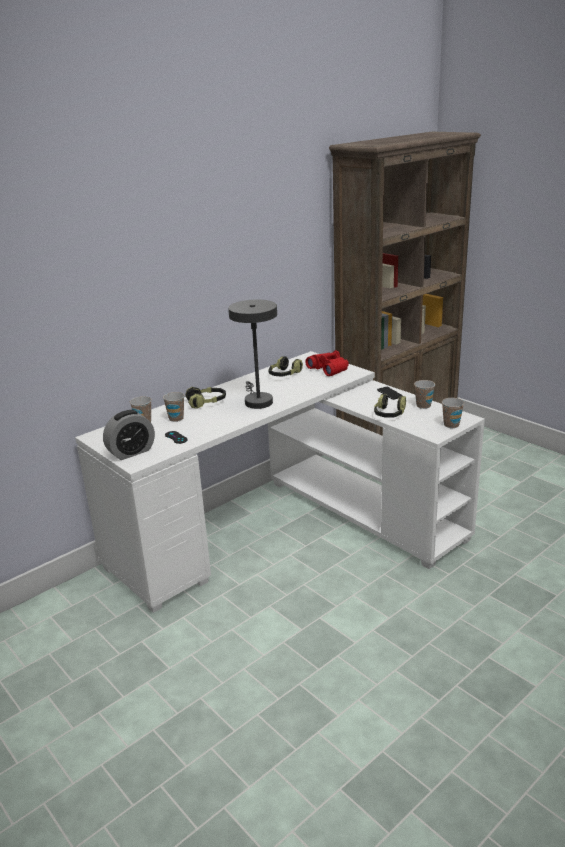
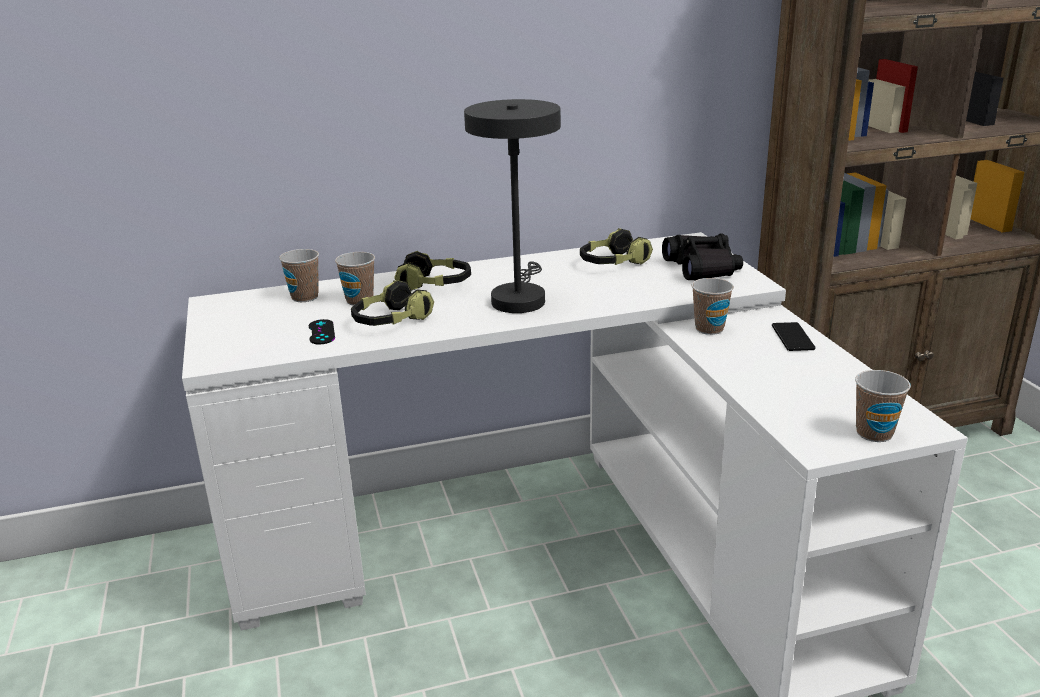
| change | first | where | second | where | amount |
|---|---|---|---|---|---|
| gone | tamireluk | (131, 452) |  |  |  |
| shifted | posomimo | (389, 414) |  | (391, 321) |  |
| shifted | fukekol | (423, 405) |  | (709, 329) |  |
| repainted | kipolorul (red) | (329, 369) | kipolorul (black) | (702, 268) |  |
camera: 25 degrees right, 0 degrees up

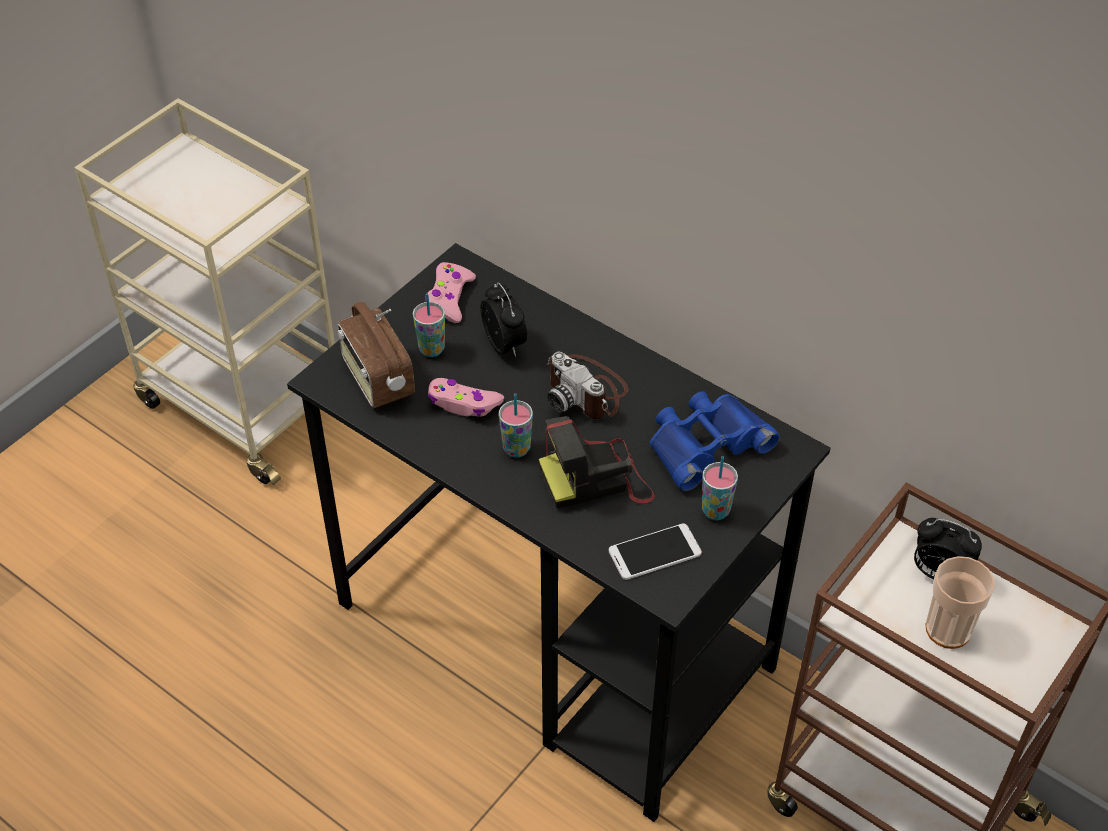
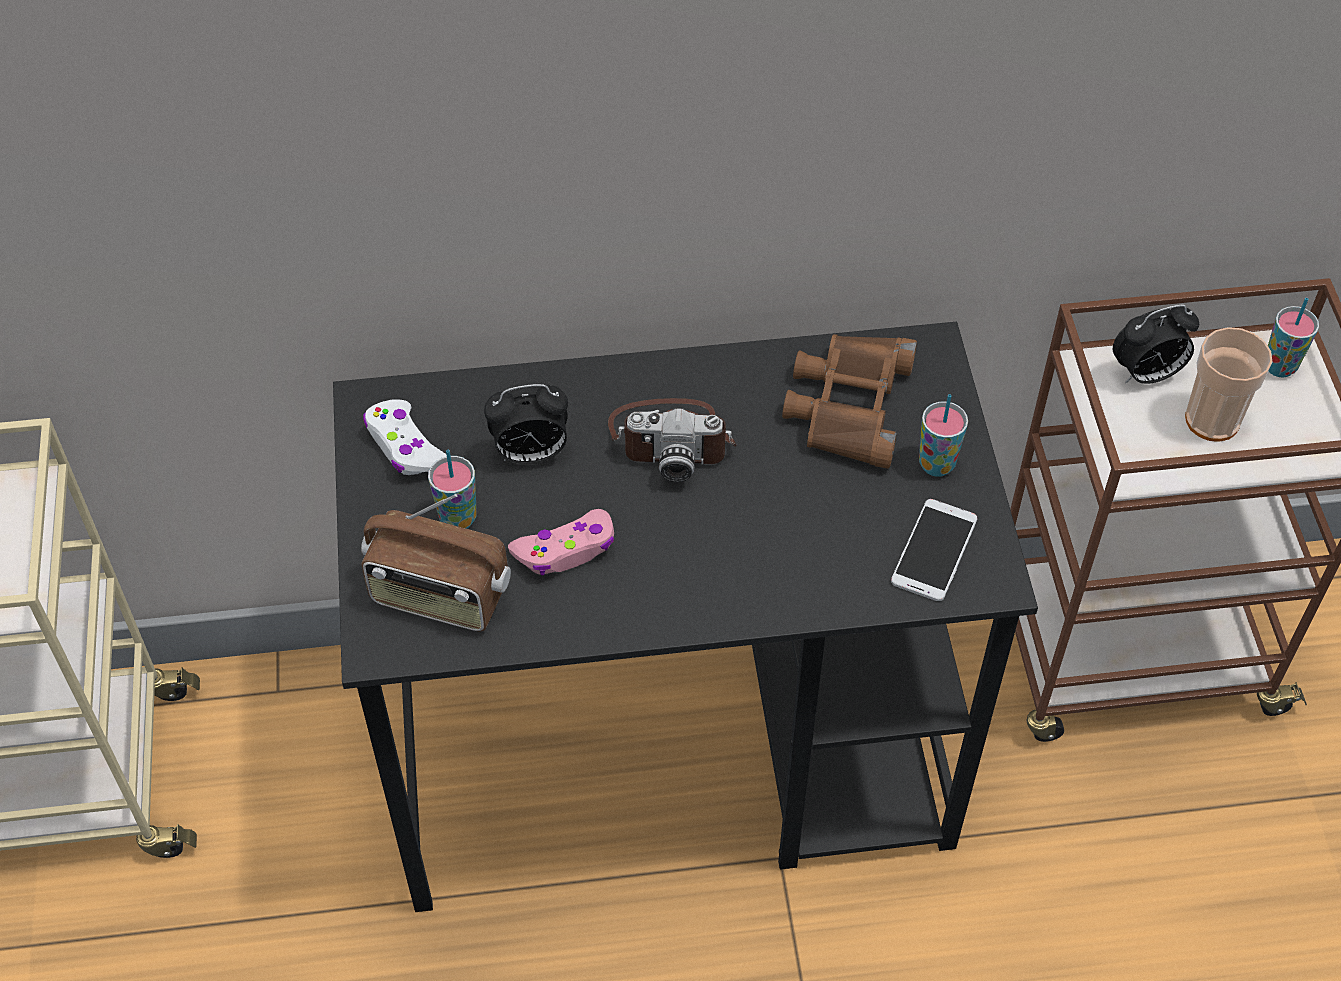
| change | first | where | second | where | amount |
|---|---|---|---|---|---|
| gone | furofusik | (597, 479) |  |  |  |
| shifted | fukekol | (516, 449) |  | (1279, 366) |  |
| repainted | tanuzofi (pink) | (449, 298) | tanuzofi (white) | (406, 447) |  |
| repainted | kipolorul (blue) | (705, 443) | kipolorul (brown) | (848, 404) |  |
| rotated | tamireluk | (505, 345) |  | (530, 454) | 150 degrees clockwise |
camera: 45 degrees left, 5 degrees up

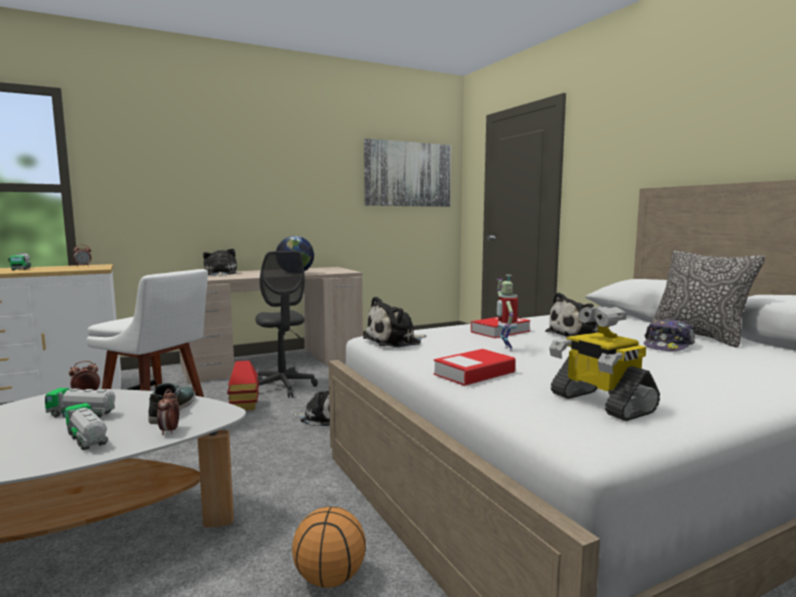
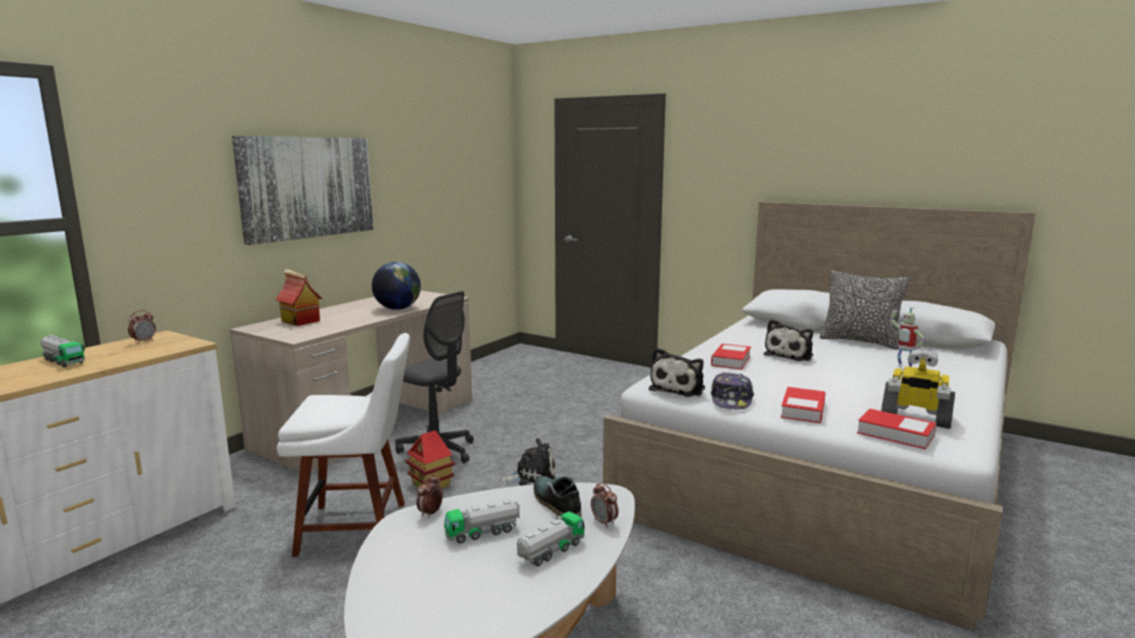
| change | first | where | second | where | amount |
|---|---|---|---|---|---|
| gone | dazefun | (329, 579) |  |  |  |
| new |  |  | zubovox | (895, 434) |  |
| shifted | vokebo | (408, 174) |  | (308, 187) |  |
| shifted | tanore | (505, 349) |  | (903, 367) |  |
| shifted | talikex | (668, 346) |  | (731, 400) |  |
| swapped | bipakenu | (220, 274) | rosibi | (299, 321) |  |
| rotated | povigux | (87, 439) |  | (551, 551) | 120 degrees clockwise |
camera: 30 degrees left, 5 degrees up

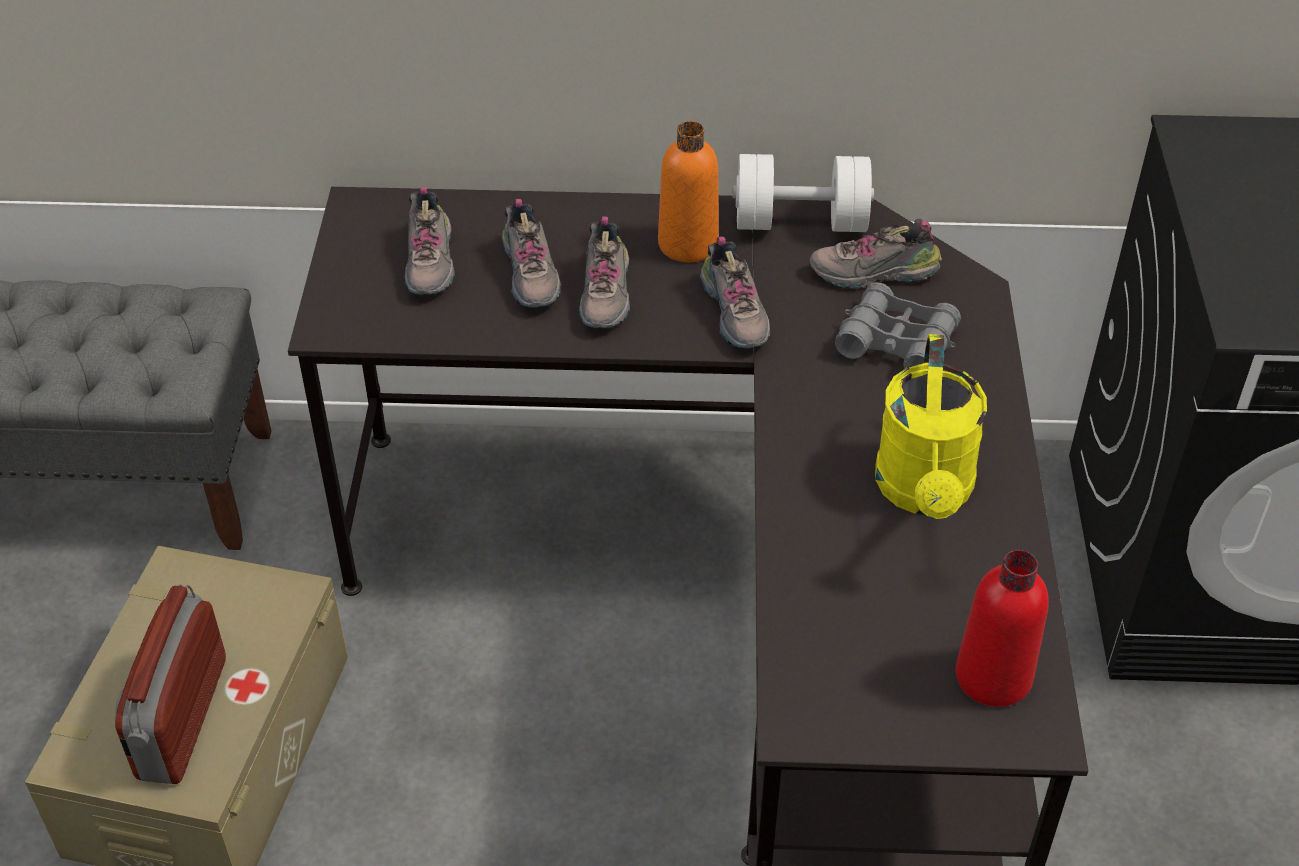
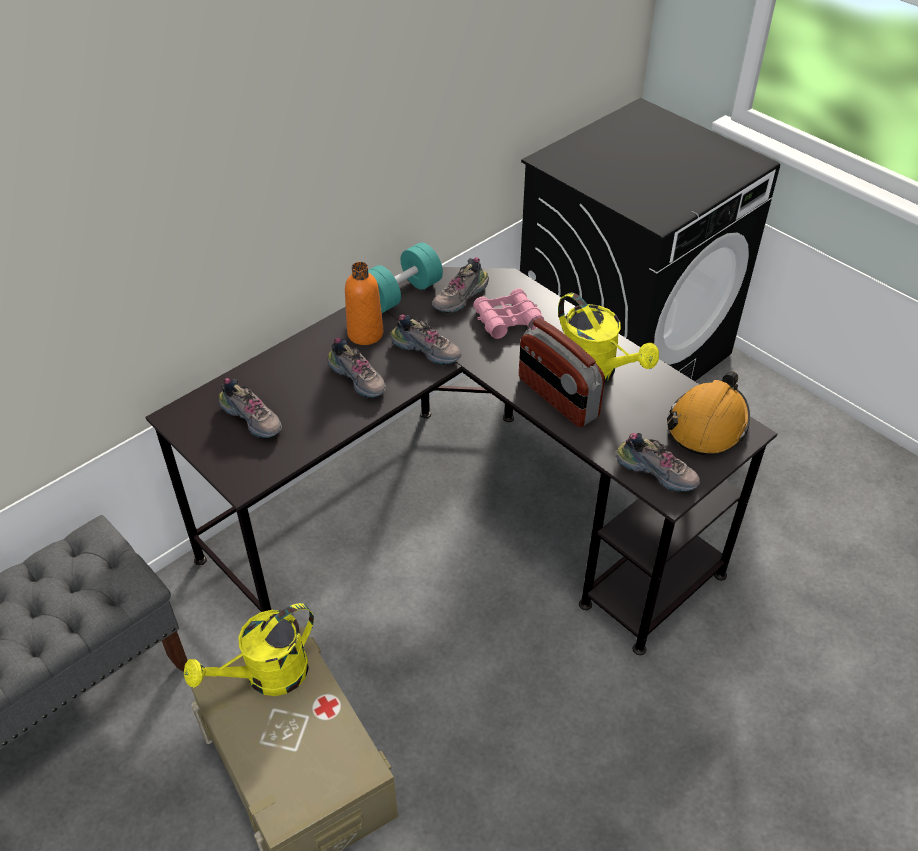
| change | first | where | second | where | amount |
|---|---|---|---|---|---|
| new |  |  | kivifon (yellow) | (267, 677) |  |
| shifted | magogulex | (181, 718) |  | (557, 398) |  |
| shifted | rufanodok | (532, 275) |  | (658, 472) |  |
| swapped | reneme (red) | (993, 677) | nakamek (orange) | (708, 424) |  |
| repainted | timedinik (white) | (800, 222) | timedinik (turquoise) | (401, 294) |  |
| repainted | kipolorul (grey) | (897, 342) | kipolorul (pink) | (507, 320) |  |
camera: 45 degrees left, 0 degrees up

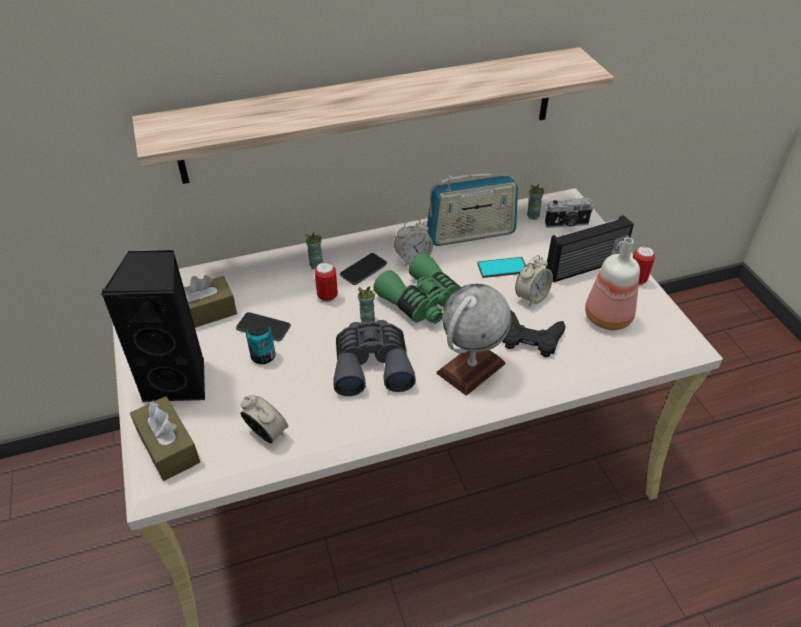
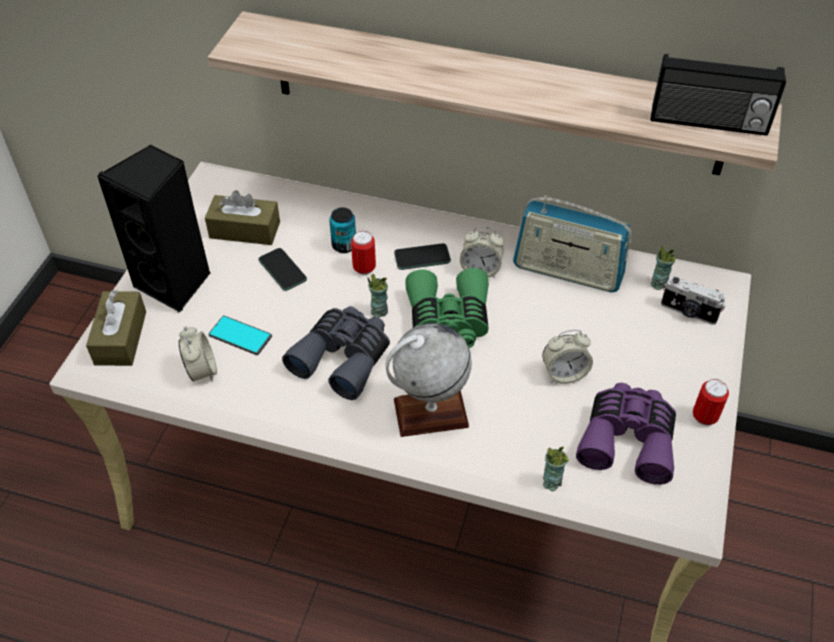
| change | first | where | second | where | amount |
|---|---|---|---|---|---|
| gone | tanuzofi (black) | (530, 338) |  |  |  |
| shifted | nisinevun | (263, 356) |  | (344, 245) |  |
| shifted | fukekol | (316, 264) |  | (551, 481) |  |
| shifted | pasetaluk | (502, 268) |  | (240, 336) |  |
| shifted | magogulex | (585, 267) |  | (708, 123) |  |
| swapped | reneme | (608, 316) | kipolorul (purple) | (628, 439) |  |
camera: 35 degrees right, 5 degrees up

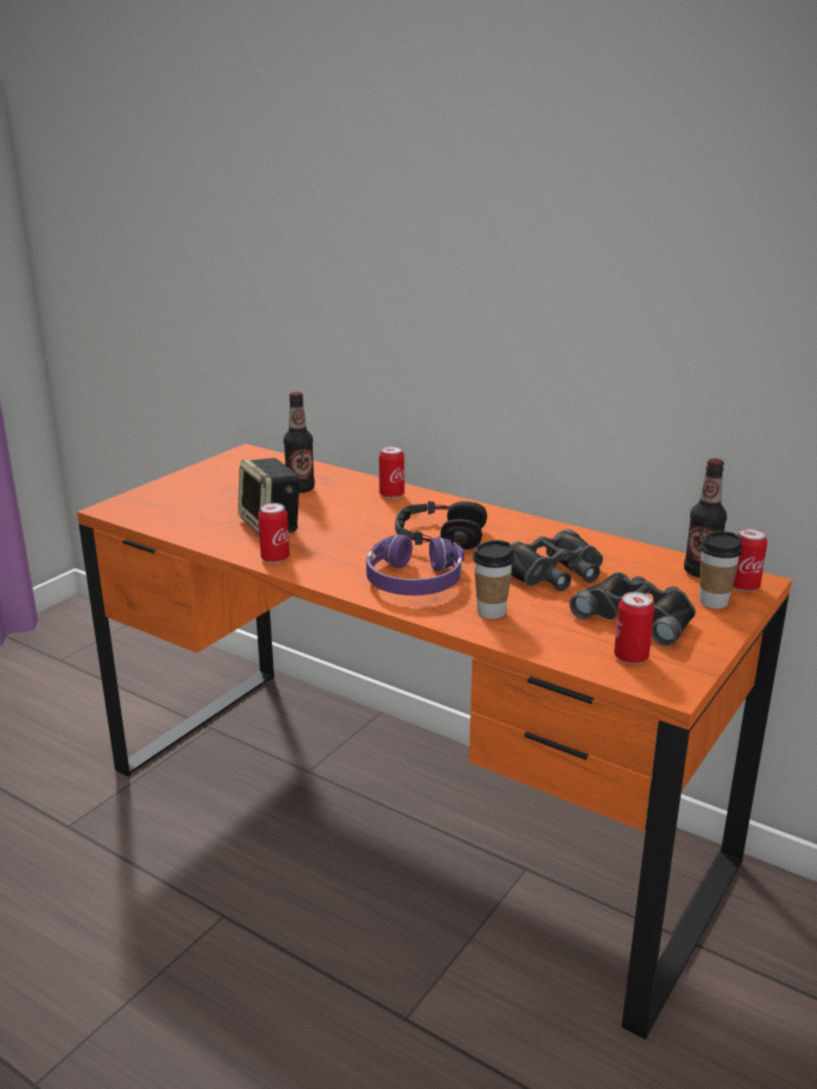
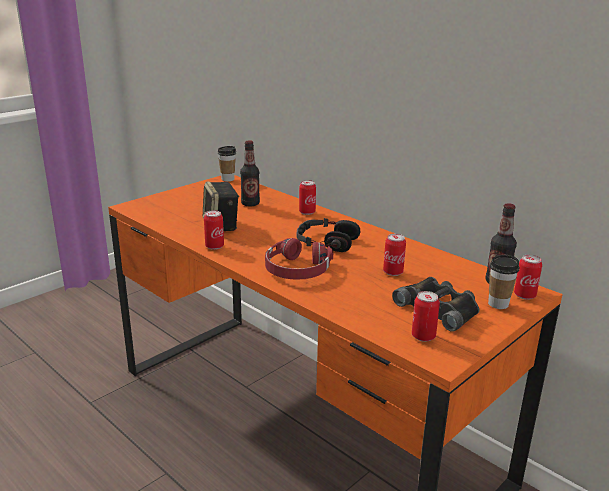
| change | first | where | second | where | amount |
|---|---|---|---|---|---|
| shifted | fukekol | (491, 612) |  | (227, 179) |  |
| swapped | kipolorul (black) | (553, 571) | nisinevun | (393, 272) |  |
| repainted | posomimo (purple) | (413, 581) | posomimo (red) | (296, 269) |  |
camera: 10 degrees right, 0 degrees up

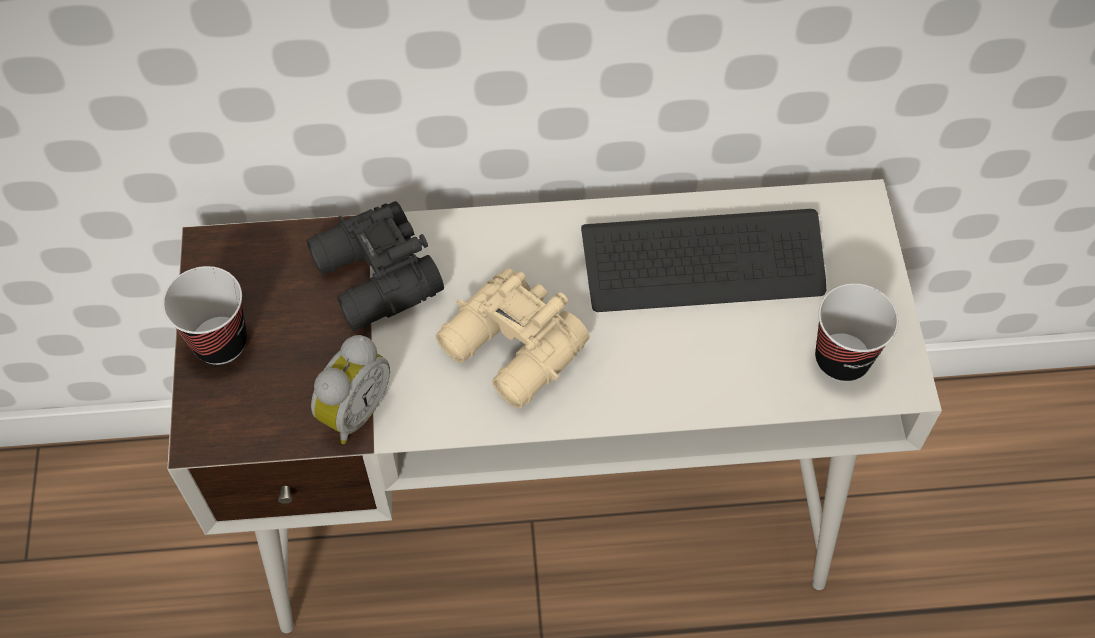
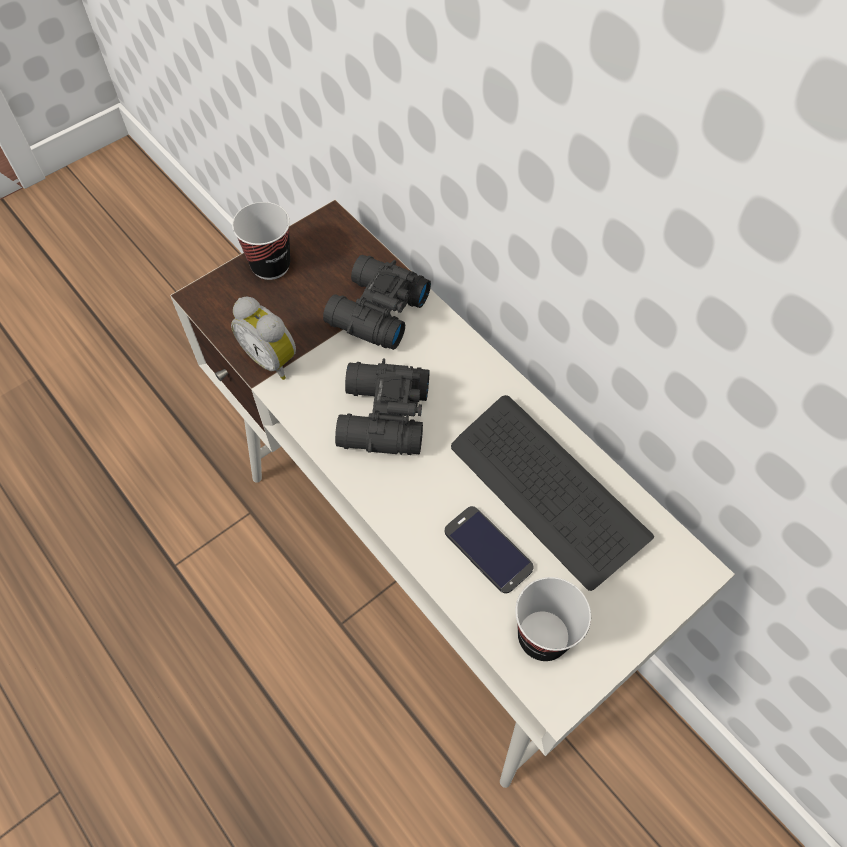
| change | first | where | second | where | amount |
|---|---|---|---|---|---|
| new |  |  | pasetaluk | (488, 549) |  |
| repainted | kipolorul (beige) | (512, 351) | kipolorul (black) | (381, 418) |  |
| rotated | tamireluk | (352, 410) |  | (273, 358) | 45 degrees clockwise |
camera: 55 degrees right, 0 degrees up

